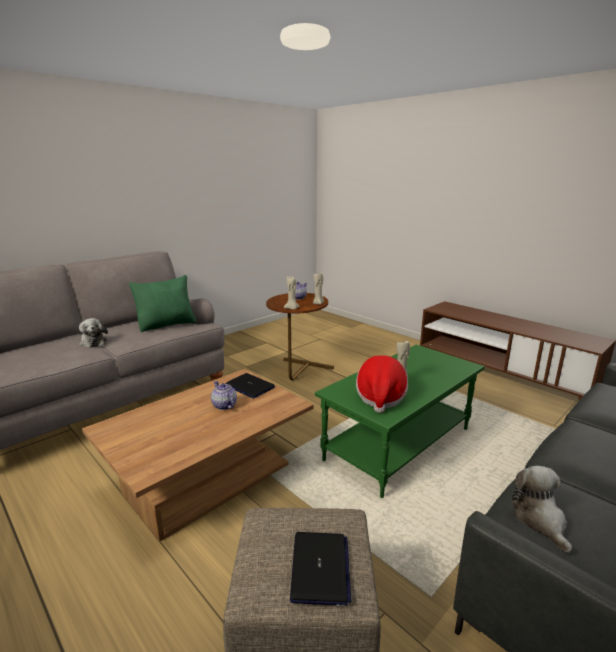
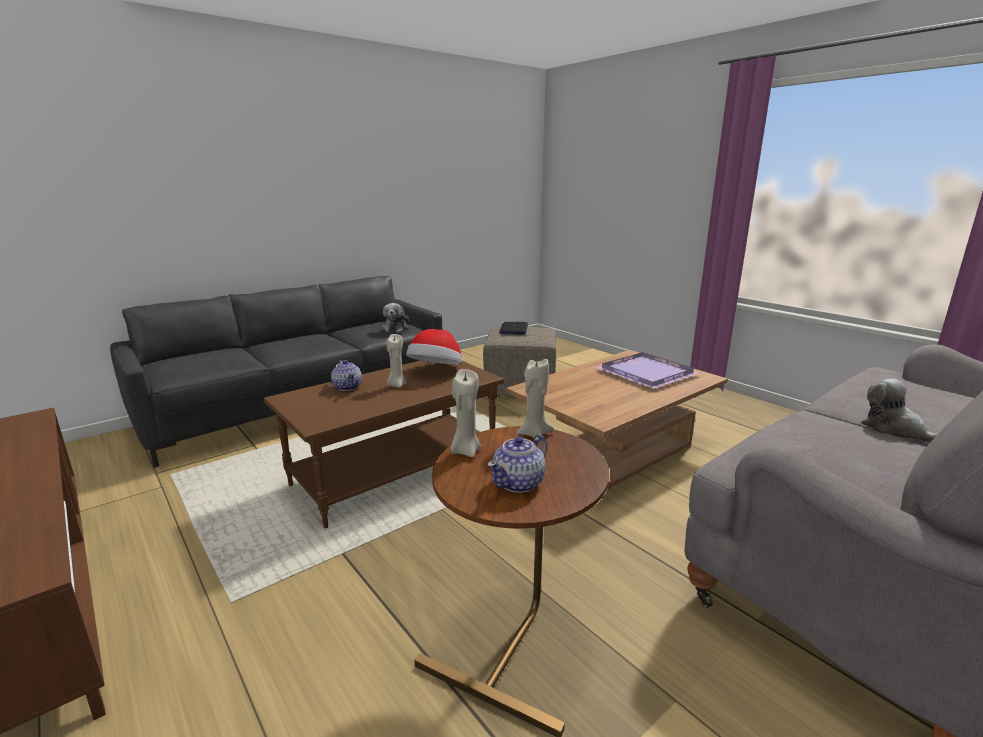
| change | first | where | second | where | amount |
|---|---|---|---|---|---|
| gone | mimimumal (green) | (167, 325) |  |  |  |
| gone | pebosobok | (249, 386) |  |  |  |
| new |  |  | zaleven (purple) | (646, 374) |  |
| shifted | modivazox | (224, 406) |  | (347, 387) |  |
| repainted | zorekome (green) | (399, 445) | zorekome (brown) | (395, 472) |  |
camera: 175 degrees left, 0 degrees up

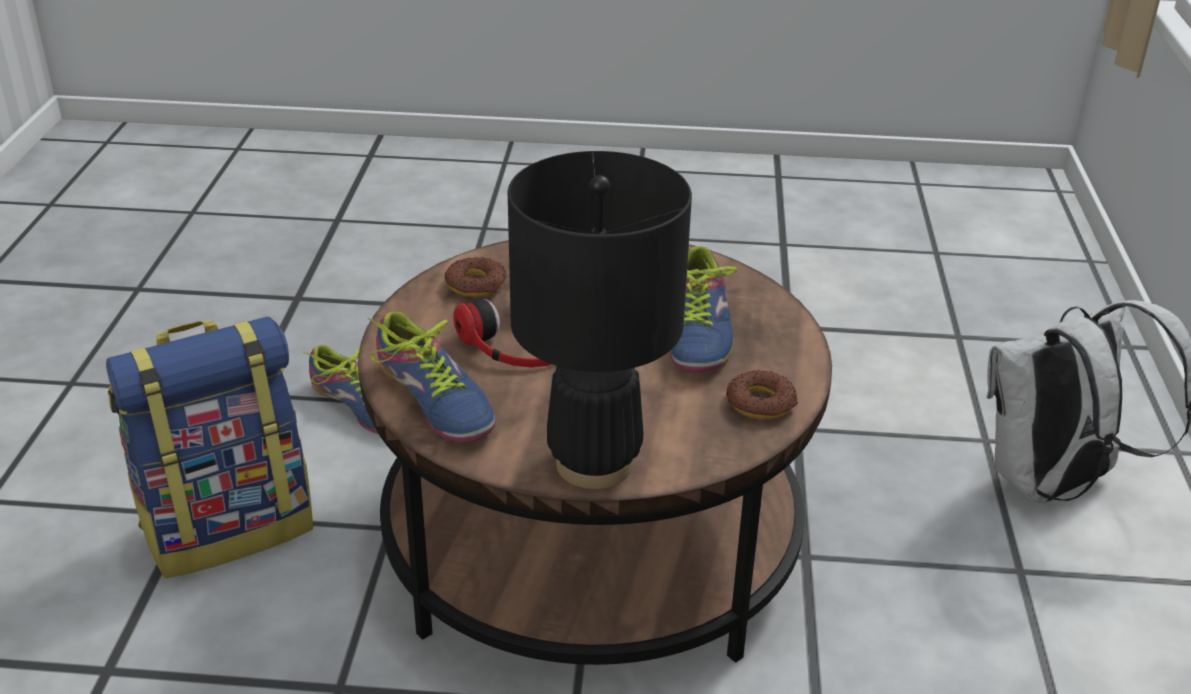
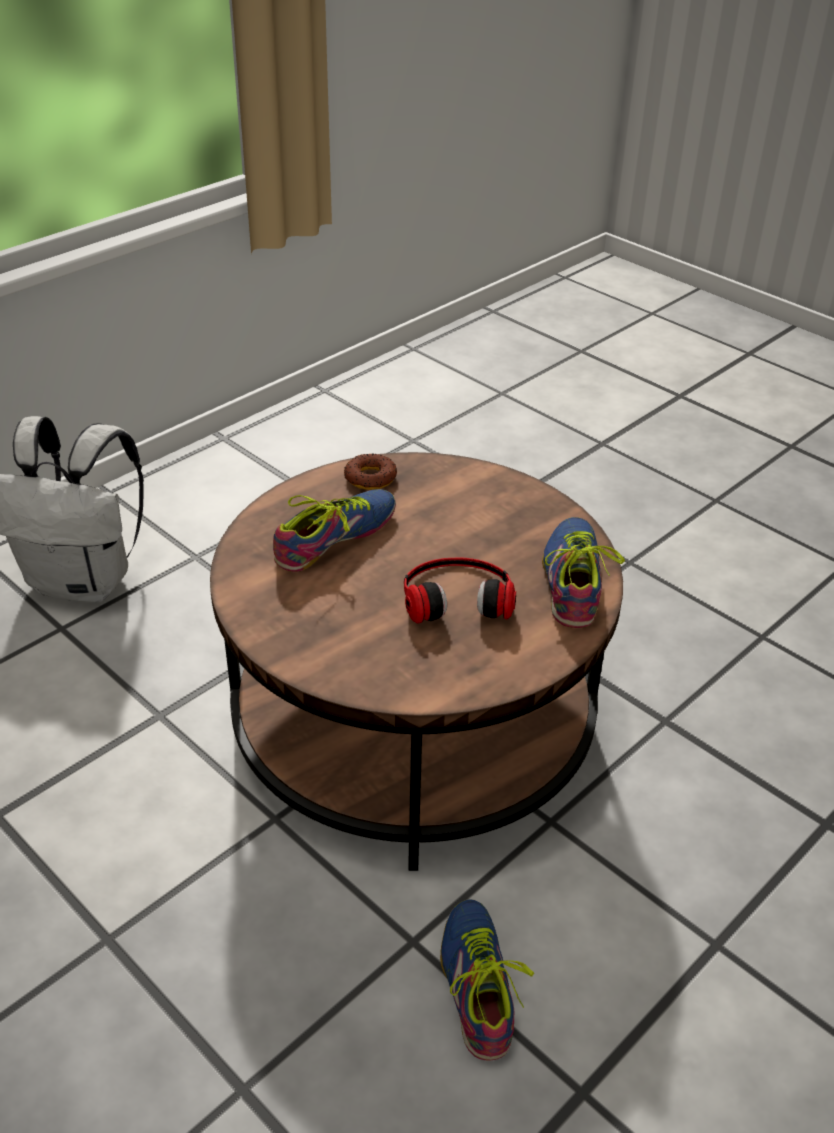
| change | first | where | second | where | amount |
|---|---|---|---|---|---|
| gone | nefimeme | (229, 527) |  |  |  |
| gone | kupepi | (476, 284) |  |  |  |
| gone | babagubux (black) | (594, 463) |  |  |  |
camera: 140 degrees left, 5 degrees up

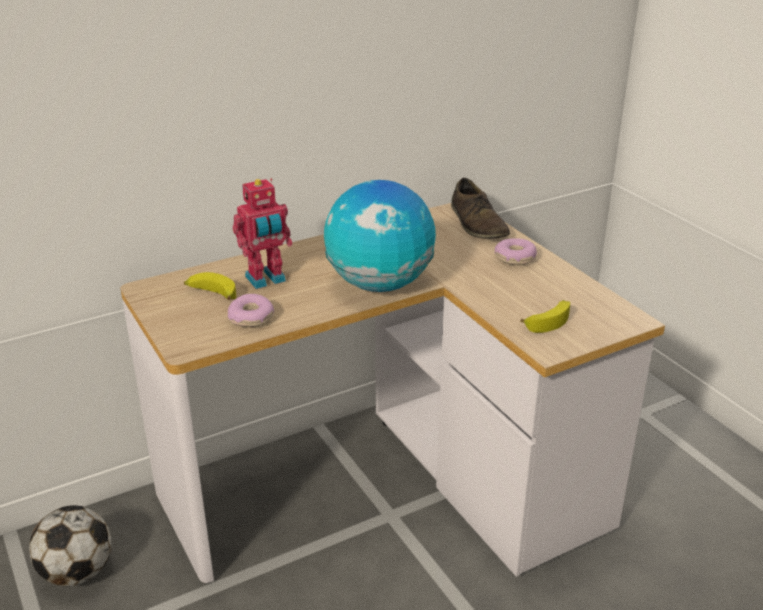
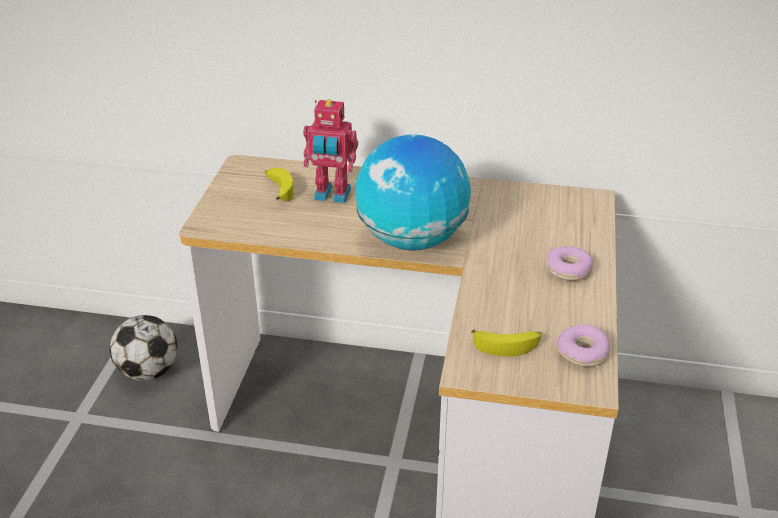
| change | first | where | second | where | amount |
|---|---|---|---|---|---|
| gone | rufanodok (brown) | (478, 224) |  |  |  |
| shifted | kupepi | (251, 318) |  | (583, 353) |  |
camera: 40 degrees right, 5 degrees up

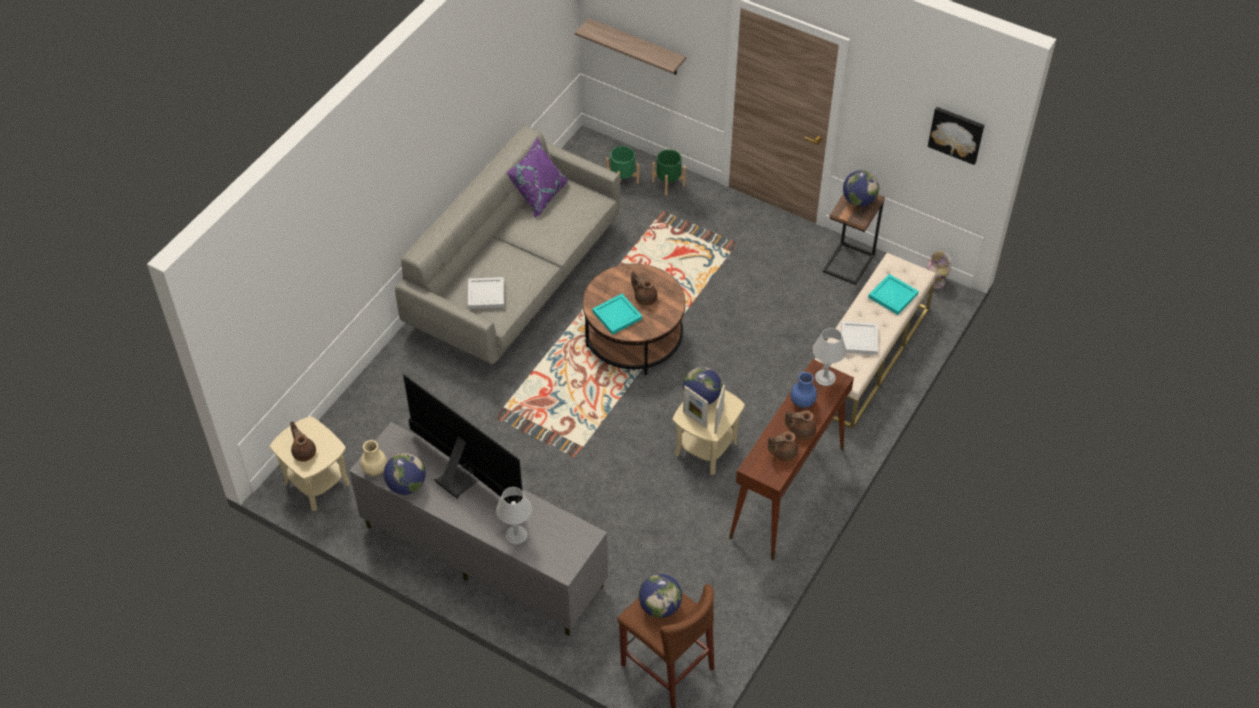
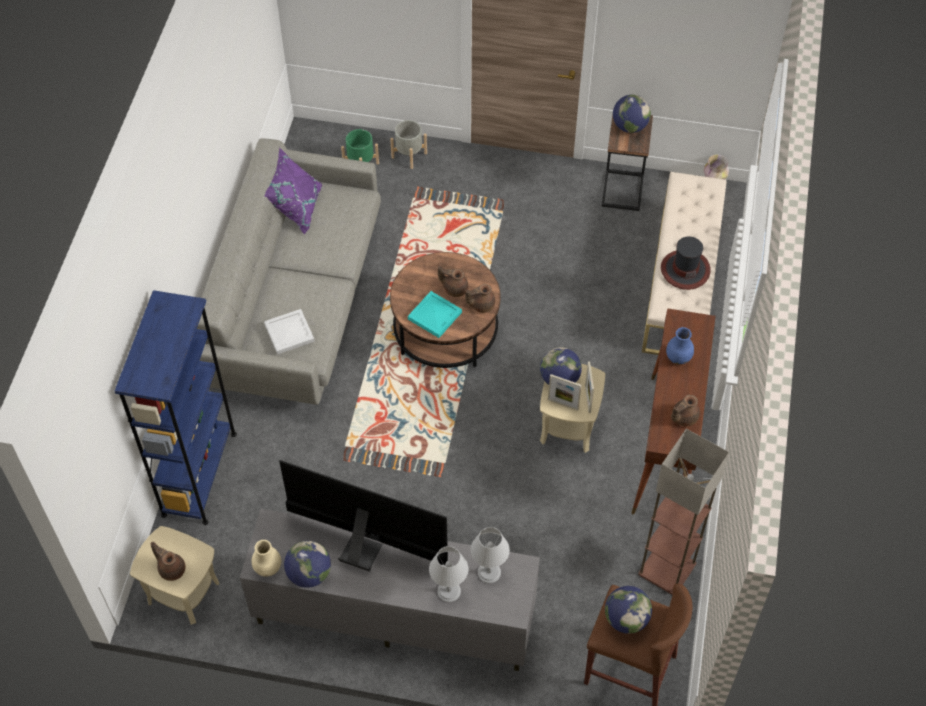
| change | first | where | second | where | amount |
|---|---|---|---|---|---|
| gone | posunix | (636, 47) |  |  |  |
| gone | zaleven (turquoise) | (893, 296) |  |  |  |
| gone | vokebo | (956, 134) |  |  |  |
| new |  |  | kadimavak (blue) | (199, 474) |  |
| new |  |  | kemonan | (666, 568) |  |
| shifted | modivazox (brown) | (801, 431) |  | (481, 305) |  |
| shifted | babagubux (grey) | (825, 377) |  | (489, 572) |  |
| swapped | zaleven (white) | (859, 339) | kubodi | (685, 269) |  |
| repainted | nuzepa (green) | (668, 183) | nuzepa (grey) | (409, 155) |  |
camera: 20 degrees left, 5 degrees up

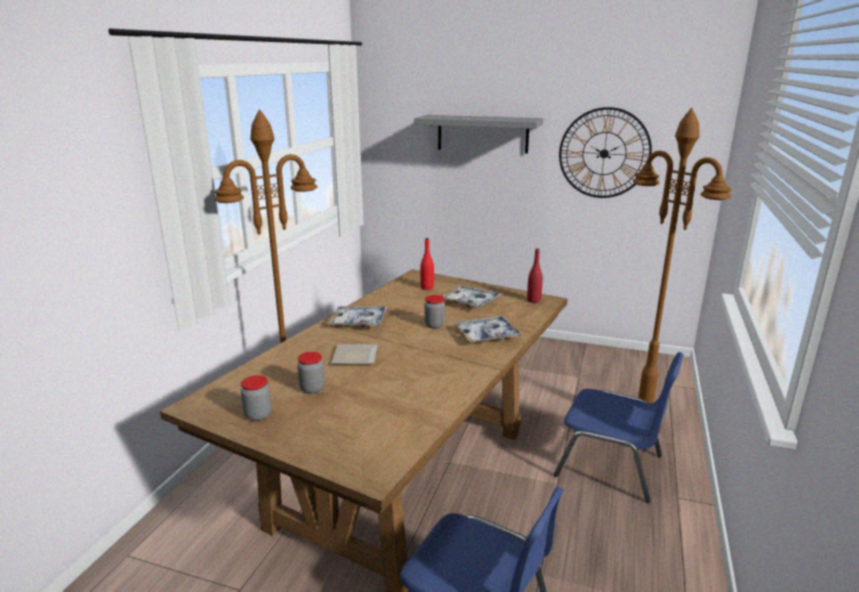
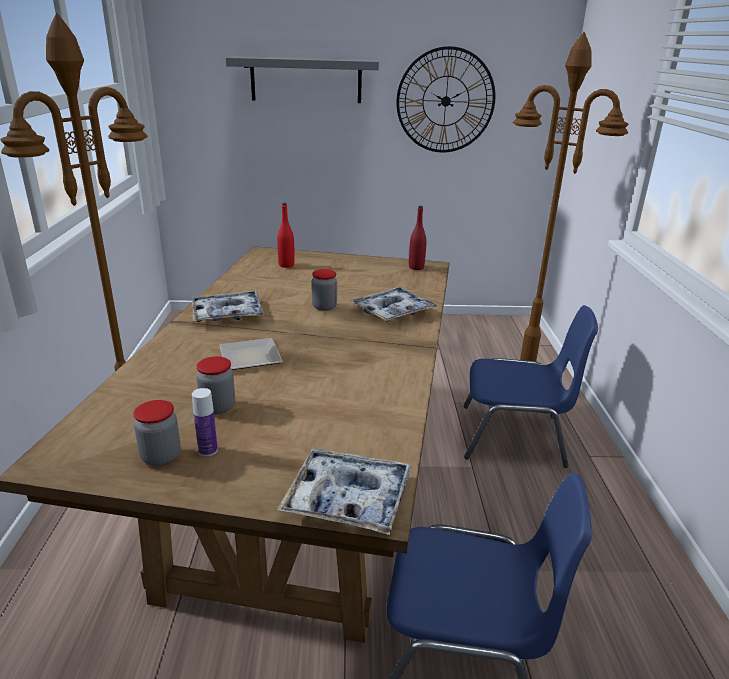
| change | first | where | second | where | amount |
|---|---|---|---|---|---|
| new |  |  | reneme | (208, 450) |  |
| shifted | zaleven | (470, 302) |  | (348, 499) |  |
camera: 20 degrees left, 5 degrees up

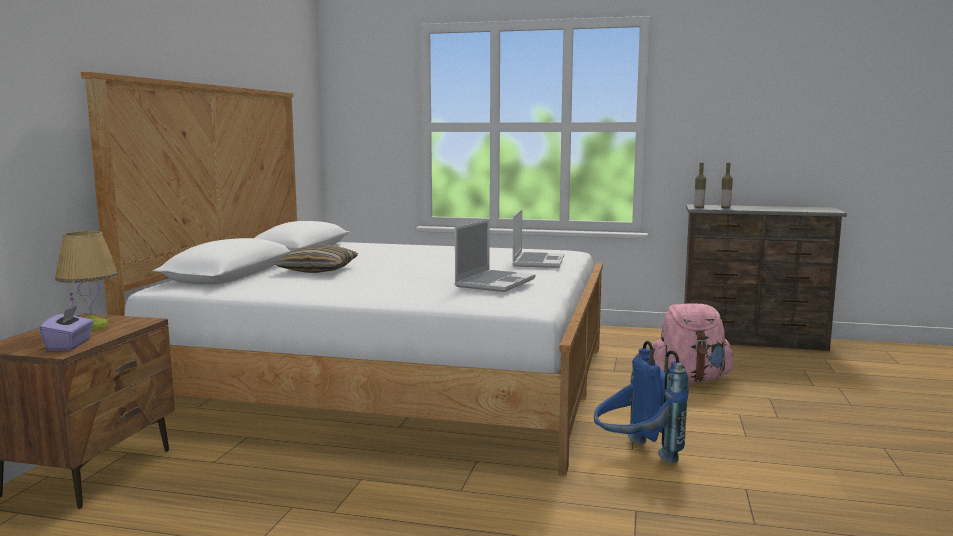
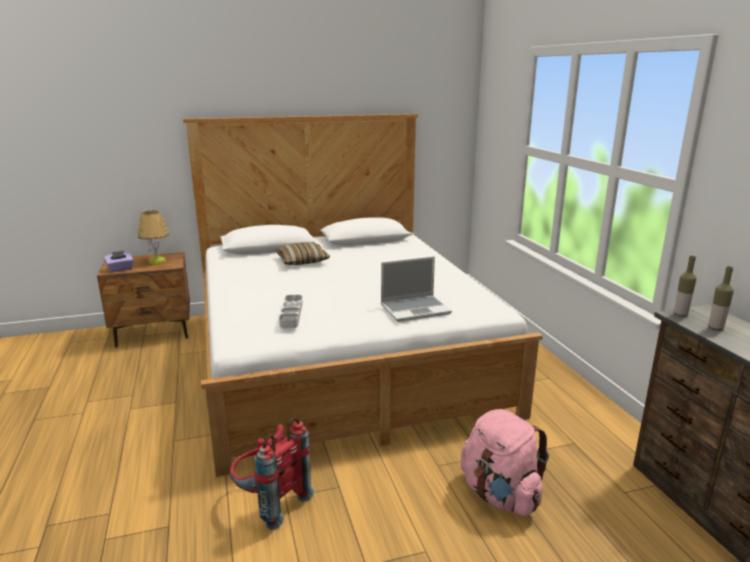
| change | first | where | second | where | amount |
|---|---|---|---|---|---|
| swapped | pebosobok | (494, 282) | zaleven (grey) | (291, 314) |  |
| repainted | nefimeme (blue) | (634, 457) | nefimeme (red) | (270, 503) |  |
camera: 60 degrees right, 10 degrees up

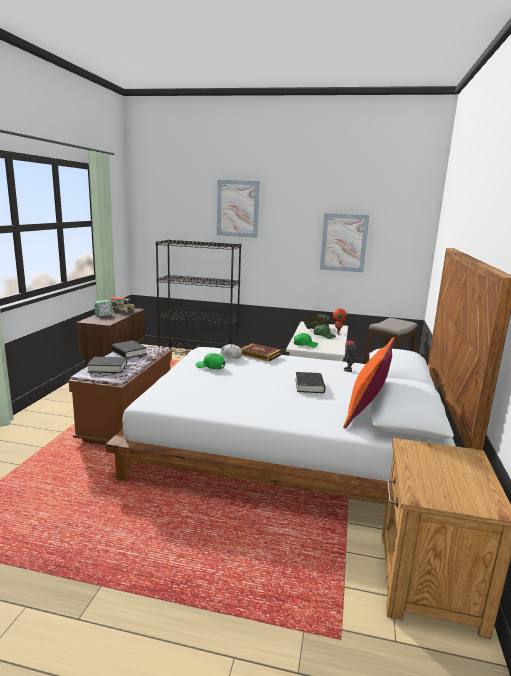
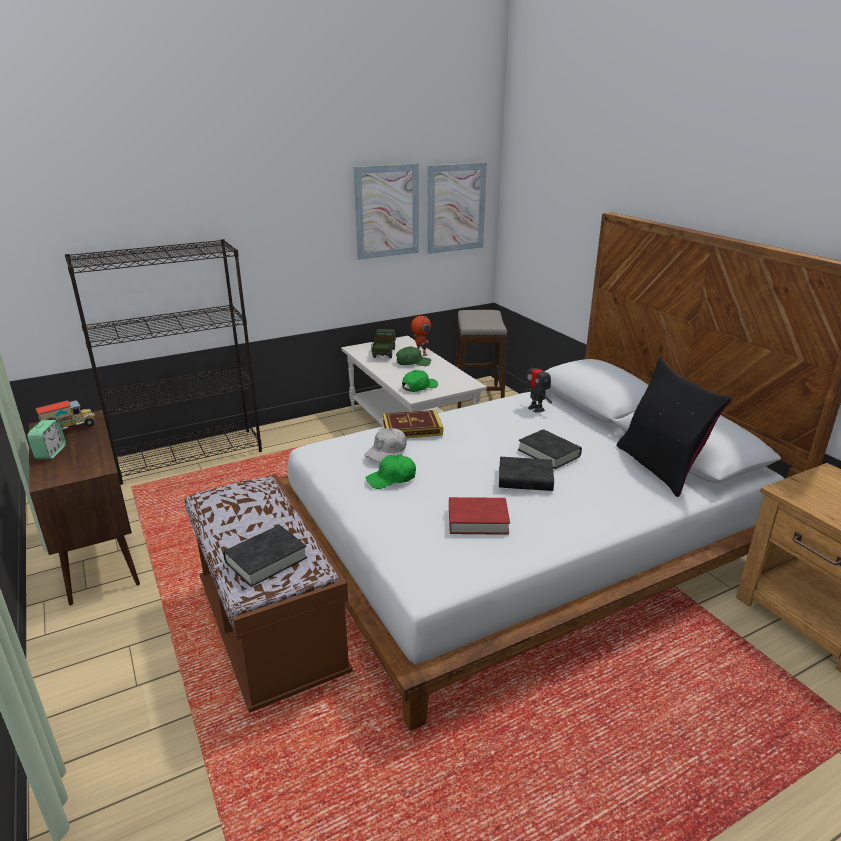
| change | first | where | second | where | amount |
|---|---|---|---|---|---|
| new |  |  | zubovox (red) | (478, 520) |  |
| shifted | zubovox (black) | (129, 352) |  | (525, 479) |  |
| shifted | vokebo | (237, 208) |  | (456, 208) |  |
| repainted | mimimumal (orange) | (366, 415) | mimimumal (black) | (660, 467) |  |
camera: 40 degrees left, 10 degrees up

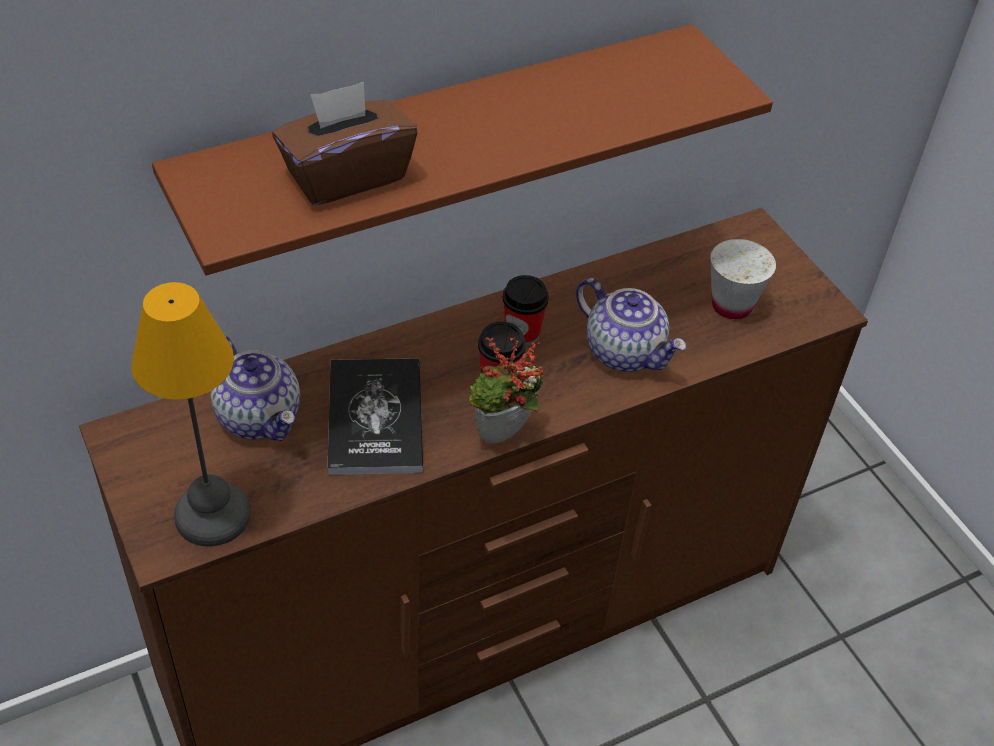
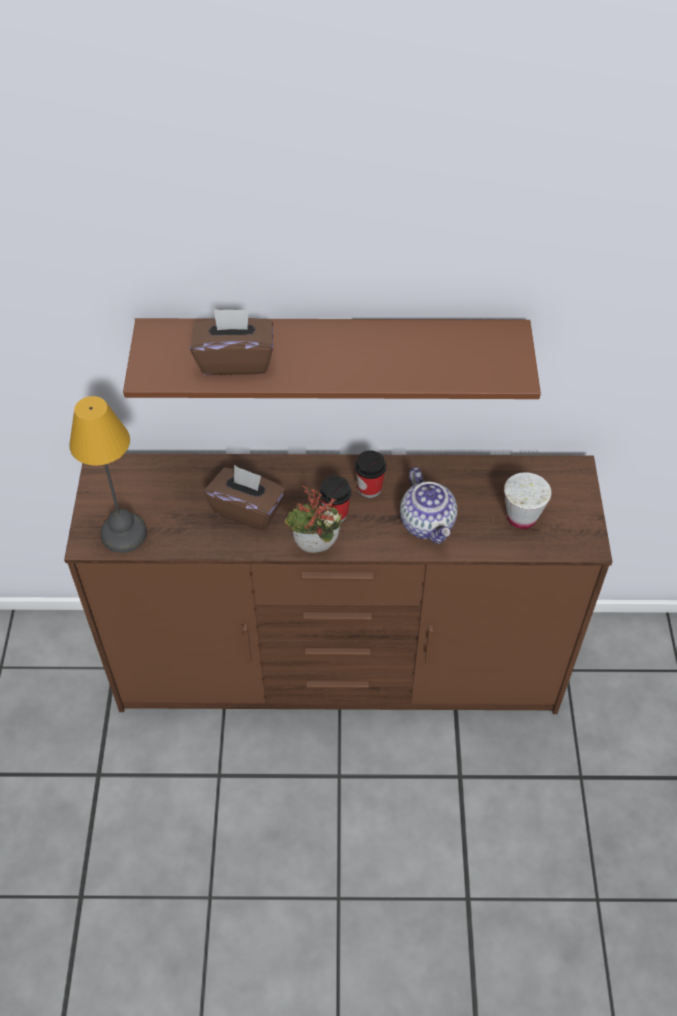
| change | first | where | second | where | amount |
|---|---|---|---|---|---|
| gone | modivazox | (260, 417) |  |  |  |
| swapped | zubovox | (375, 418) | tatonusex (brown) | (247, 509) |  |
camera: 30 degrees right, 5 degrees up

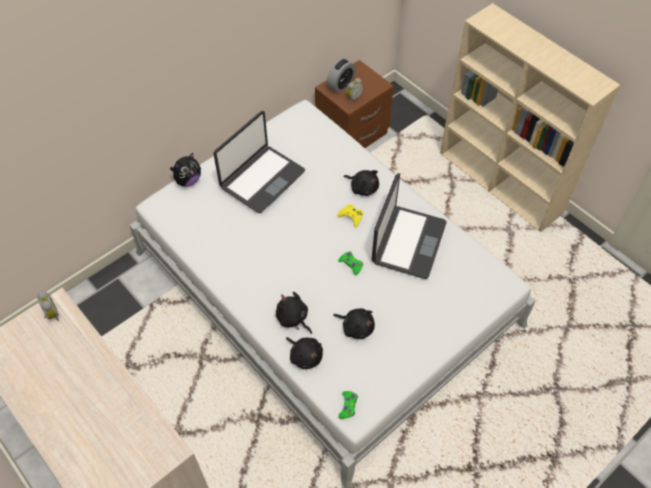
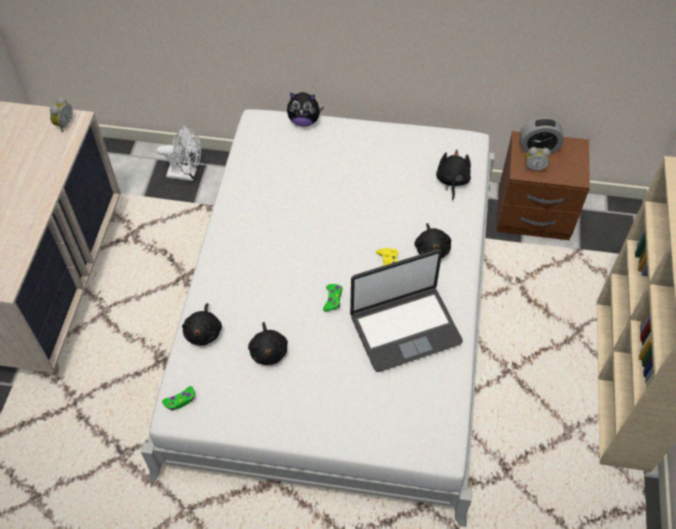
| change | first | where | second | where | amount |
|---|---|---|---|---|---|
| gone | pebosobok | (261, 179) |  |  |  |
| new |  |  | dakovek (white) | (187, 174) |  |
| shifted | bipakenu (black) | (293, 319) |  | (452, 181) |  |
camera: 50 degrees right, 0 degrees up

